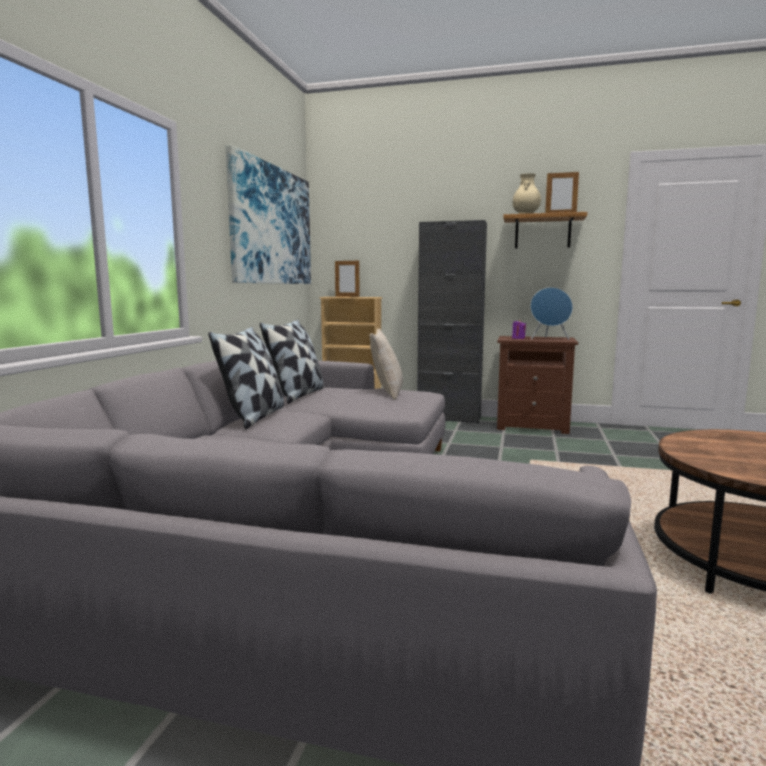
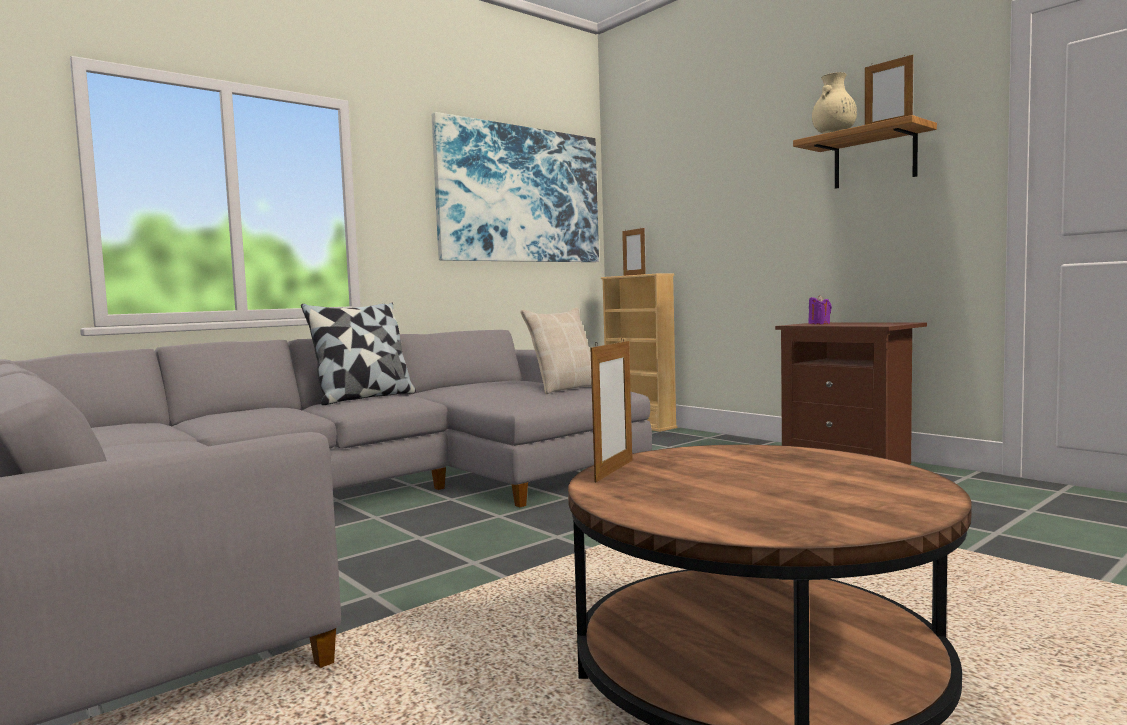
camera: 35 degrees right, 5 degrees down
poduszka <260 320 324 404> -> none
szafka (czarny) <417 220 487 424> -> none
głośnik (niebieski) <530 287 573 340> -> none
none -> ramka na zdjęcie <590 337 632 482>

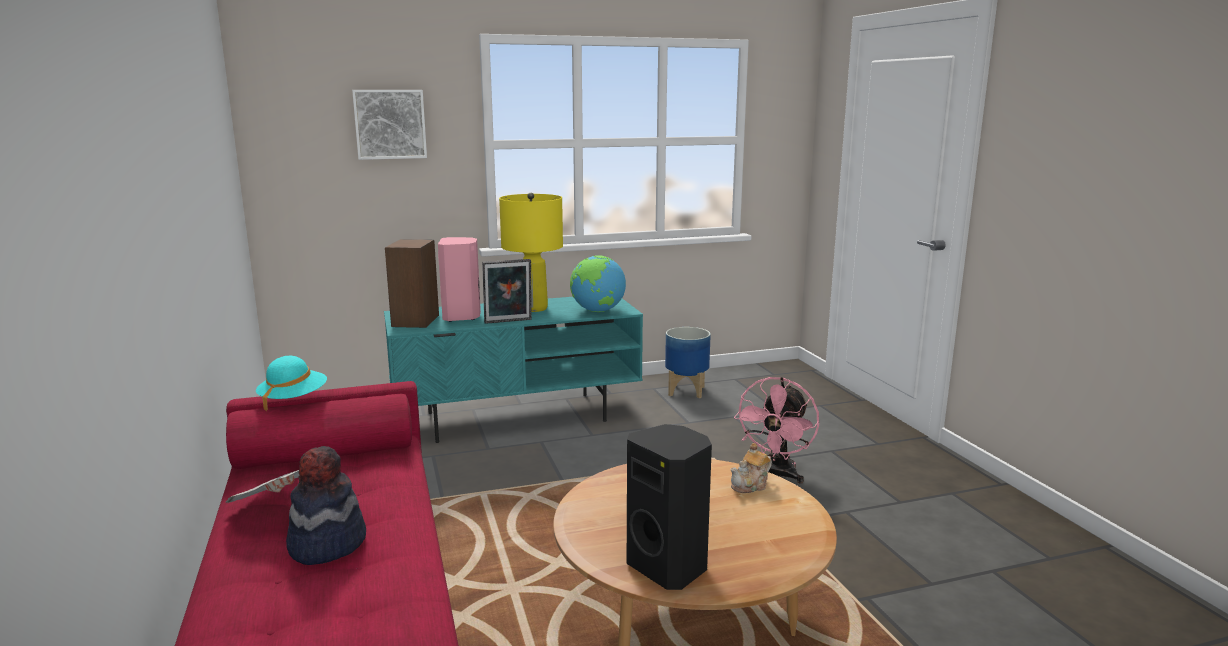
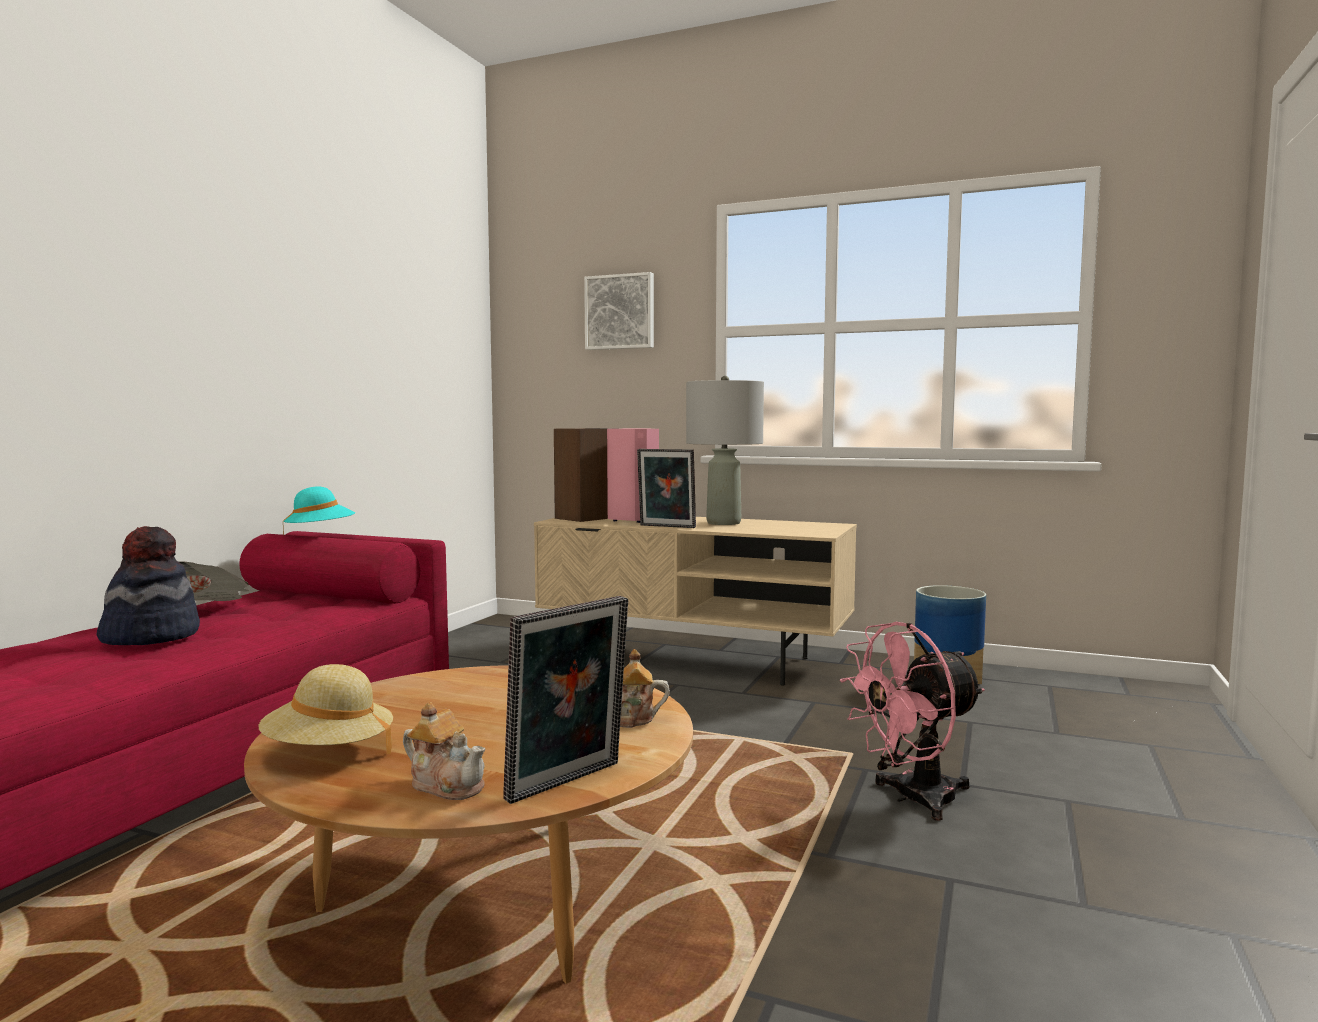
camera: 40 degrees right, 10 degrees down
globus <570 255 626 312> -> none
none -> imbryk <403 702 485 800>
none -> ramka na zdjęcie <503 596 628 804>
głośnik (czarny) <627 424 712 590> -> kapelusz (beżowy) <259 664 393 754>
szafka pod telewizor (turkusowy) <384 297 643 443> -> szafka pod telewizor (beżowy) <534 517 857 686>
lampa stołowa (żółty) <499 193 563 312> -> lampa stołowa (szary) <686 376 764 525>

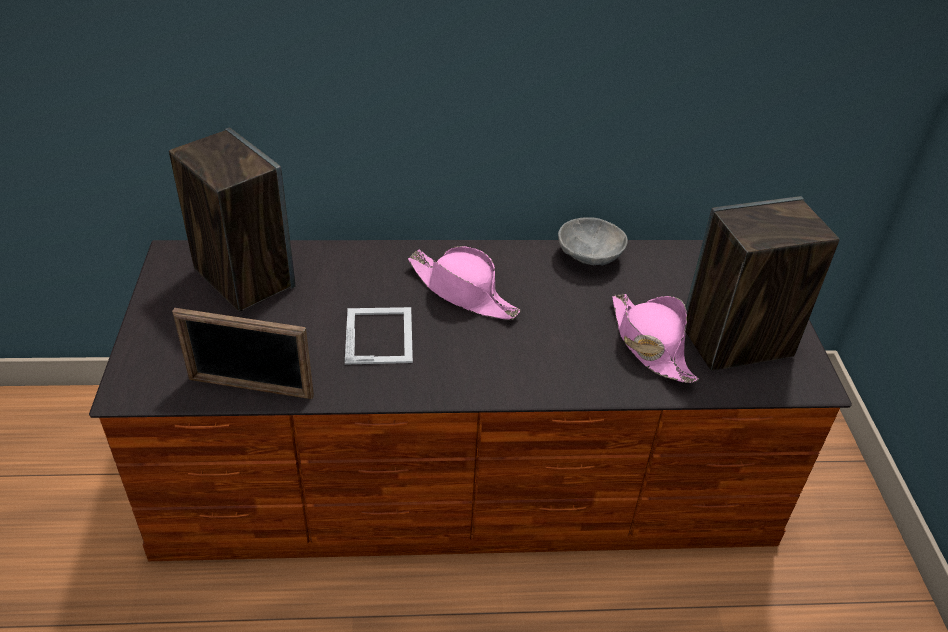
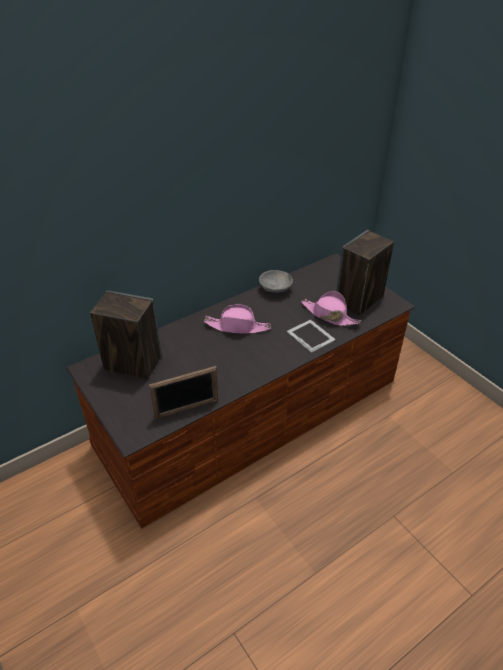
camera: 30 degrees left, 0 degrees up
ramka na zdjęcie <345 307 413 364> -> ramka na zdjęcie <287 319 336 353>, relocated

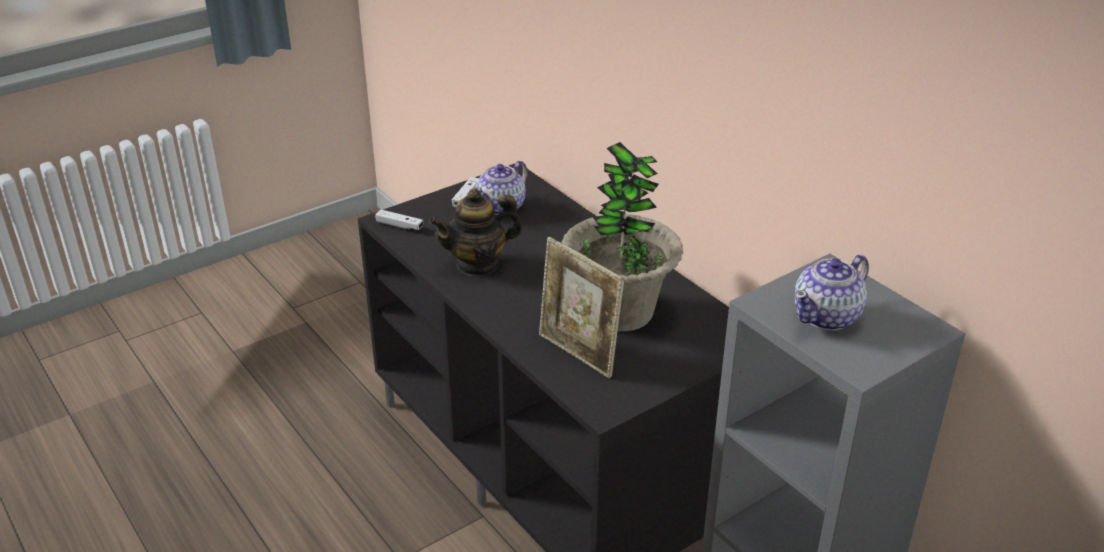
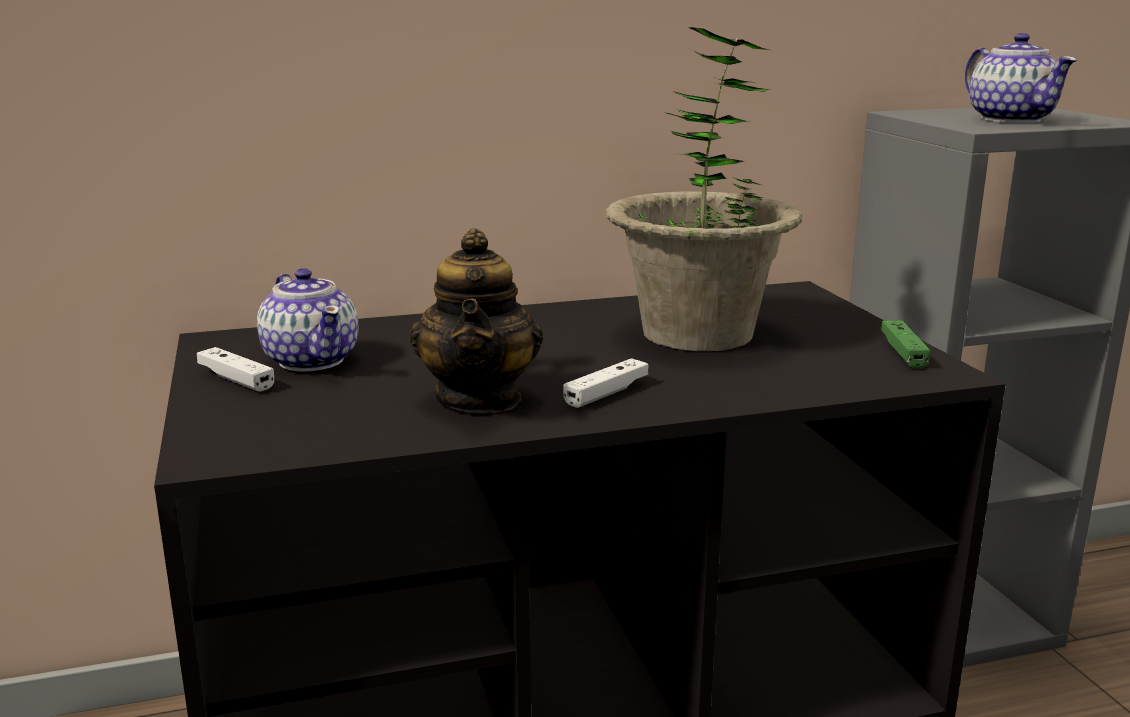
camera: 70 degrees left, 15 degrees down
ramka na zdjęcie <539 237 624 379> -> none
none -> pad do gier (zielony) <881 320 930 368>
pad do gier (biały) <375 210 424 230> -> pad do gier (biały) <563 358 649 408>, relocated

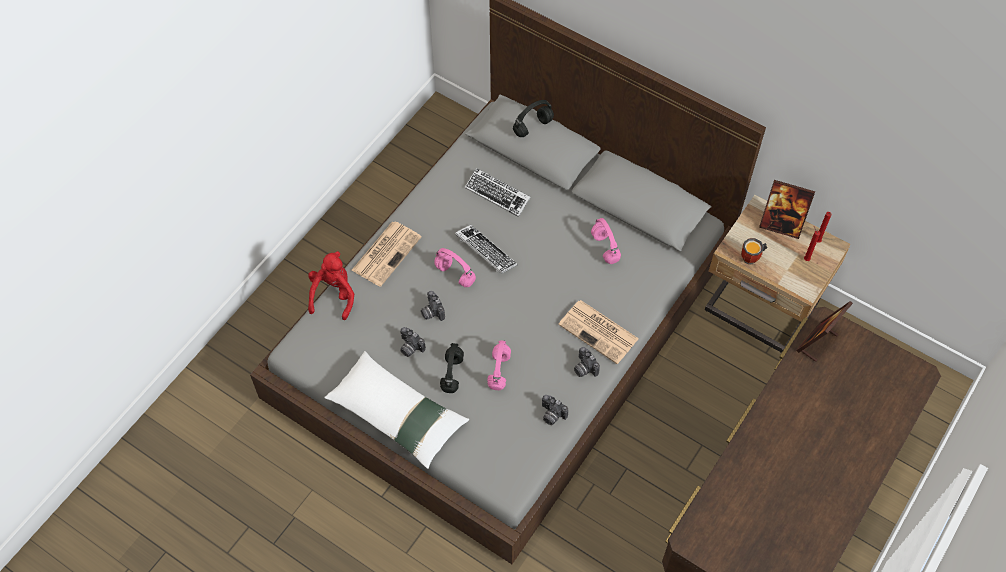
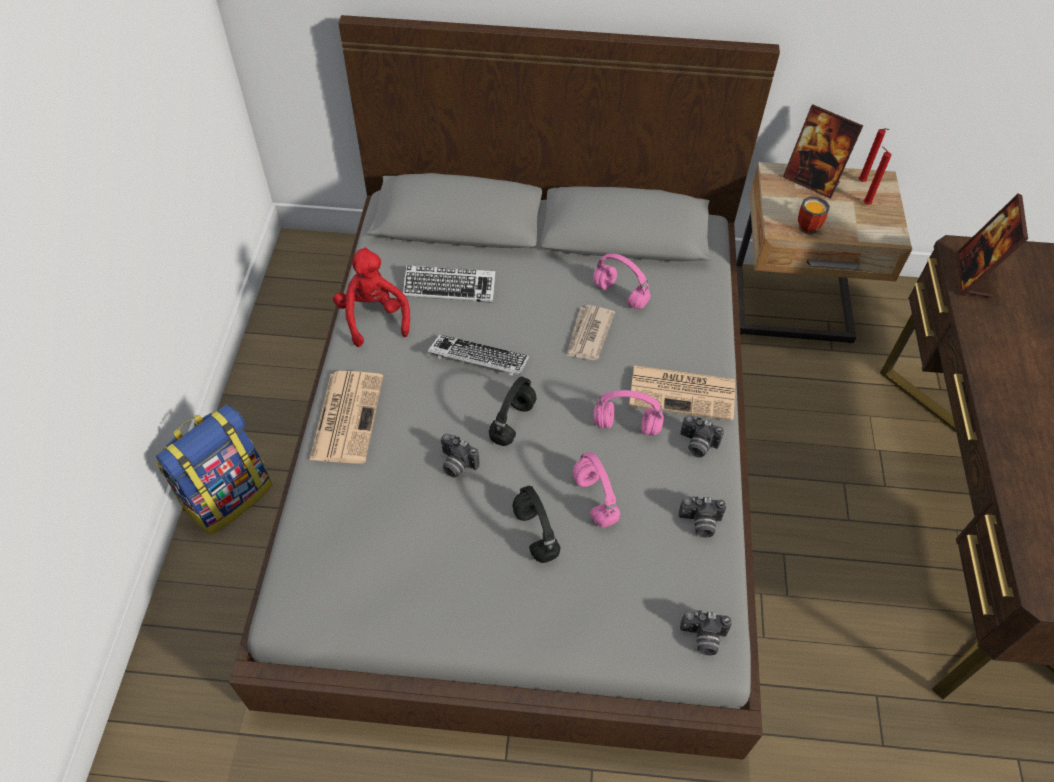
camera: 30 degrees left, 5 degrees down
poduszka (biały) <324 351 469 469> -> none
none -> plecak <156 405 272 535>
none -> gazeta <566 305 615 360>
pluszak (czerwony) <308 251 354 320> -> pluszak (czerwony) <333 247 410 347>, relocated
aparat fotograficzny <400 327 426 357> -> aparat fotograficzny <680 610 732 655>, relocated
słuchawki (różowy) <434 248 476 287> -> słuchawki (różowy) <594 390 664 435>, relocated
słuchawki (czarny) <513 100 554 137> -> słuchawki (czarny) <489 376 537 446>, relocated
ramka na zdjęcie <759 180 815 239> -> ramka na zdjęcie <783 104 863 198>, 45 degrees clockwise

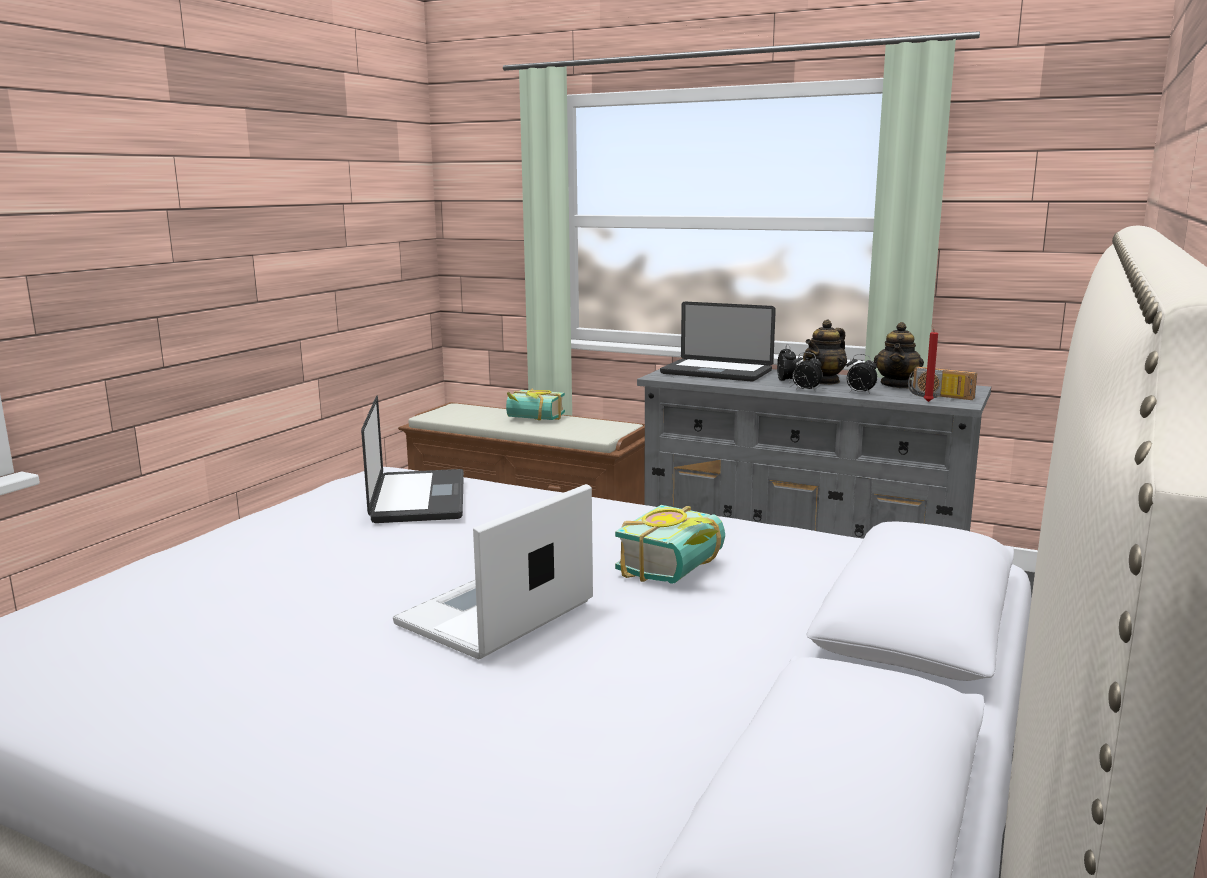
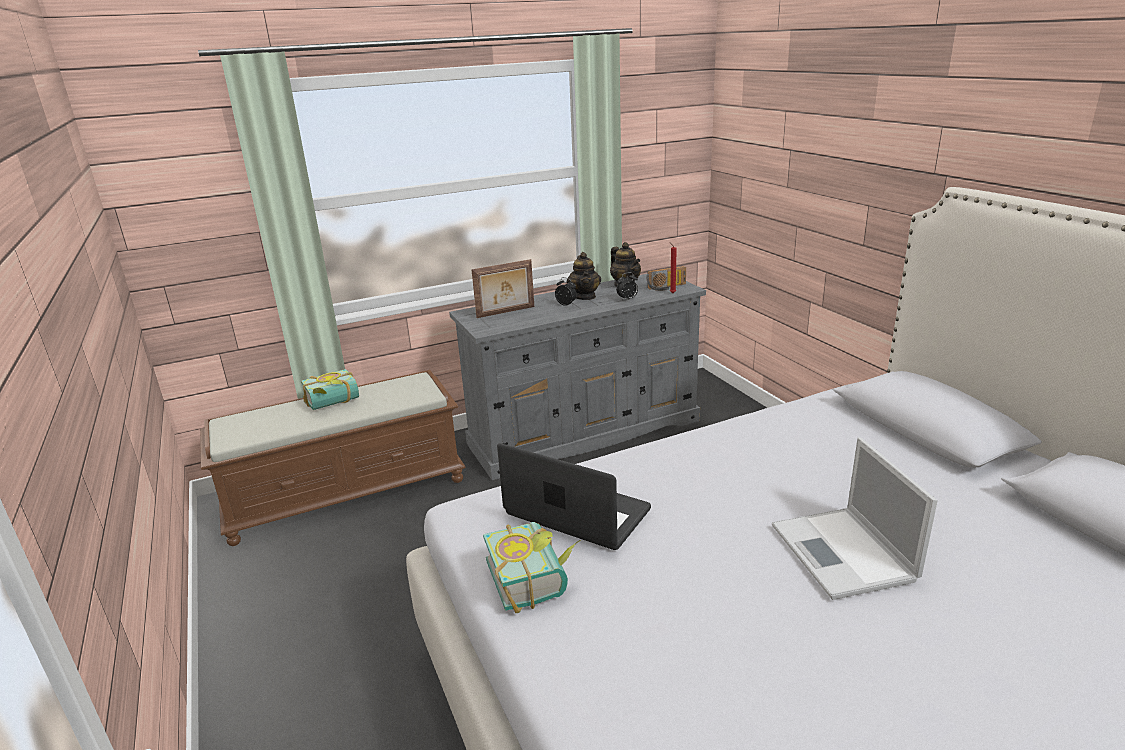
camera: 50 degrees left, 10 degrees up
budzik <792 352 822 392> -> none
książka <615 505 725 584> -> książka <483 522 580 613>, relocated
laptop <660 302 776 381> -> ramka na zdjęcie <471 259 534 318>

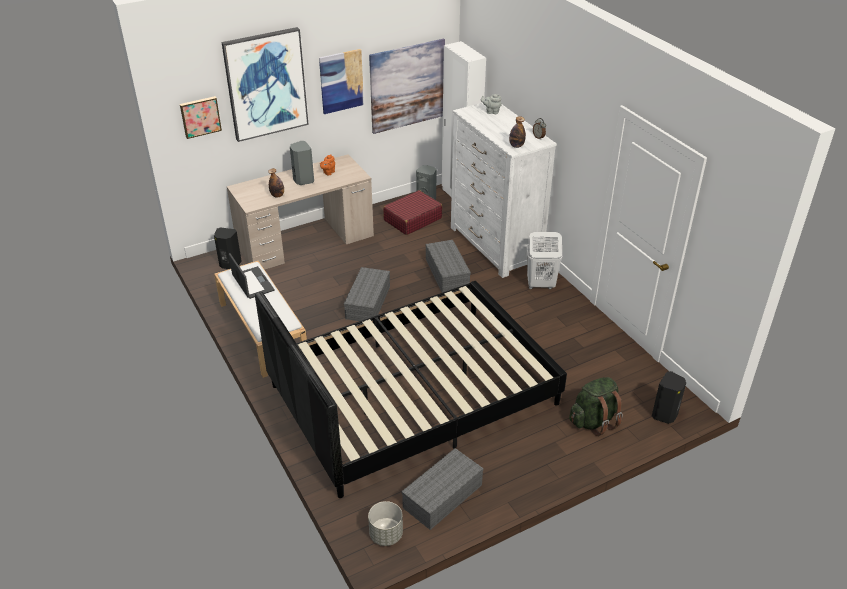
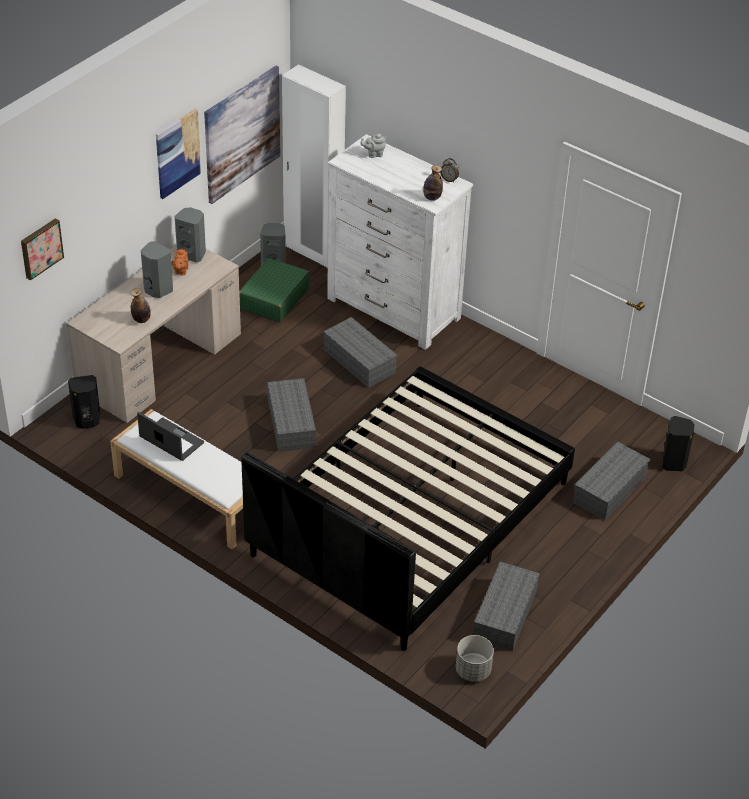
camera: 25 degrees left, 5 degrees up
obraz <222 27 309 142> -> none
kosz na pranie (biały) <526 232 562 289> -> none
none -> głośnik (szary) <175 207 206 262>
plecak (zielony) <569 377 623 436> -> pojemnik do przechowywania (szary) <573 442 650 520>
walizka (czerwony) <383 190 442 235> -> walizka (zielony) <239 258 310 322>

